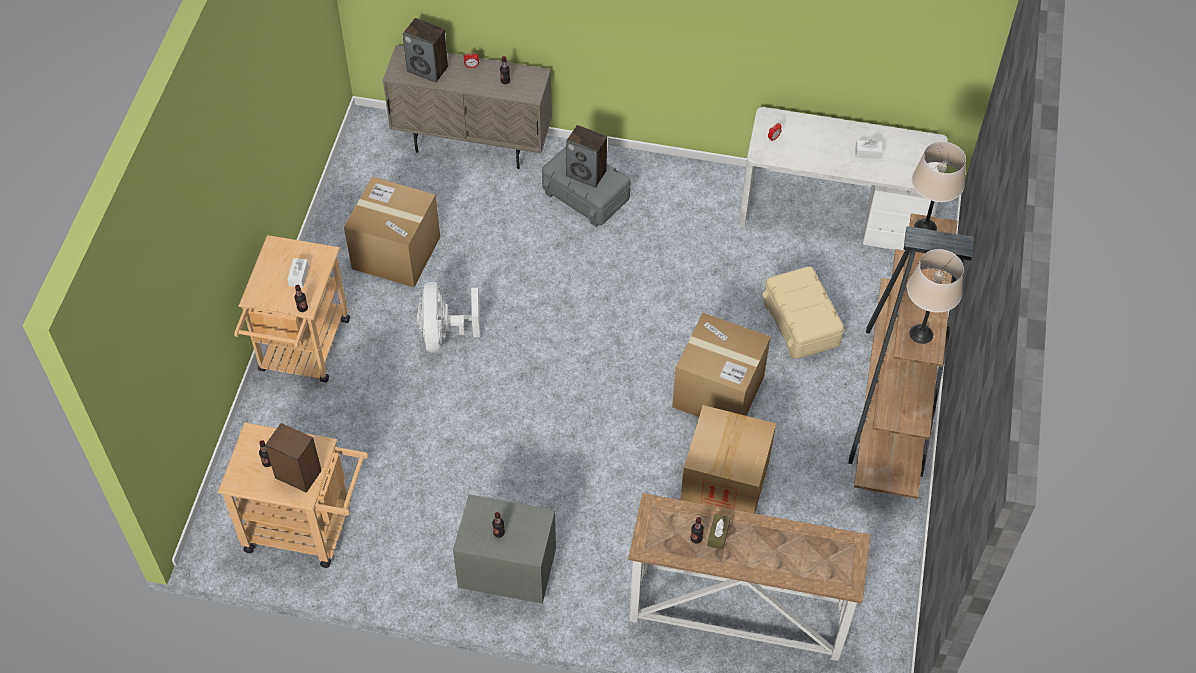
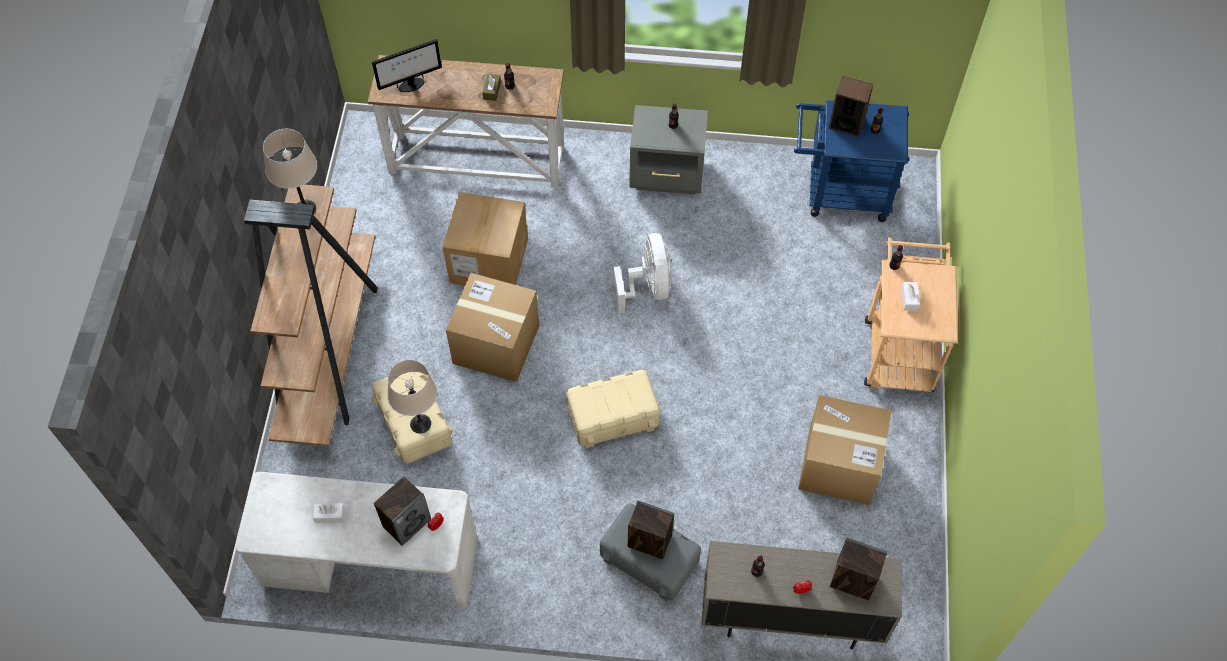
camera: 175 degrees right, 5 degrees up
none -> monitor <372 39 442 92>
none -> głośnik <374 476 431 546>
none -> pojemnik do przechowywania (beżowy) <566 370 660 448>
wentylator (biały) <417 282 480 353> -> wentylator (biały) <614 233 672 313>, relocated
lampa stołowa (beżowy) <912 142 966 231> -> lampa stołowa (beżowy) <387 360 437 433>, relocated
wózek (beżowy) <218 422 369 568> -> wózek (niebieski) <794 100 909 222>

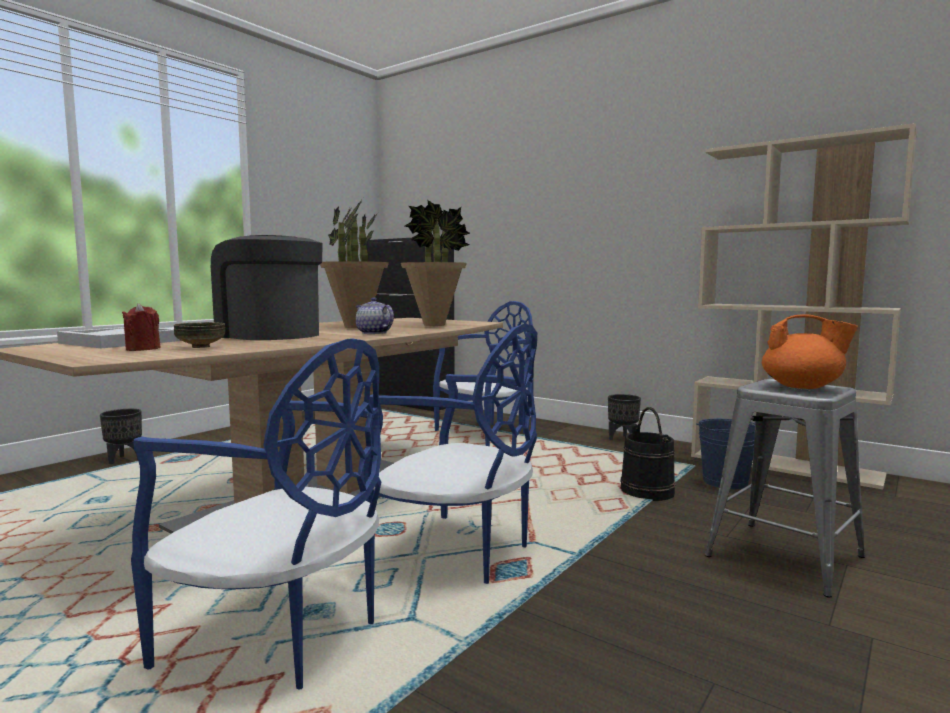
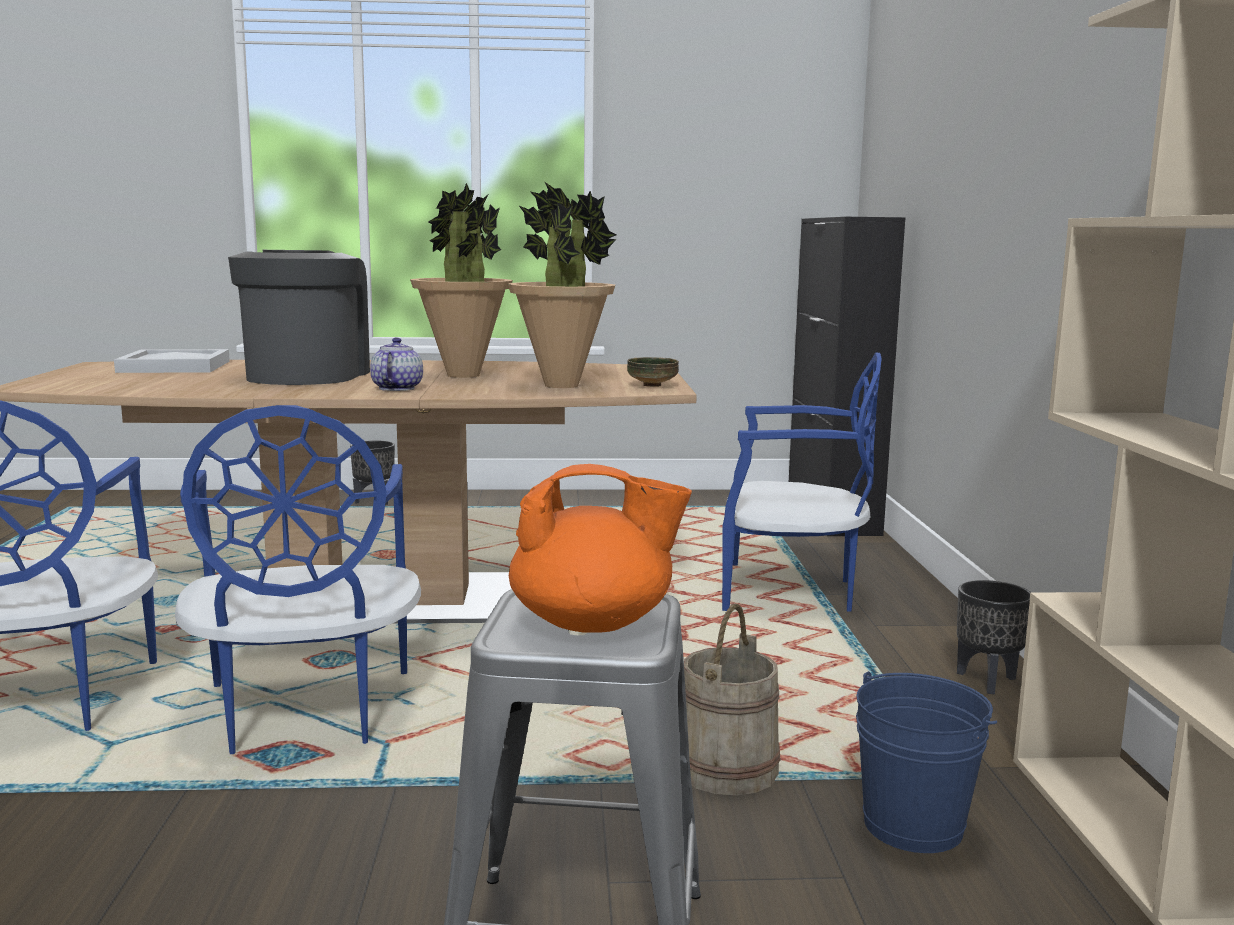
camera: 50 degrees right, 5 degrees up
świeca (czerwony) <122 303 161 351> -> none
miska <174 322 225 348> -> miska <627 357 679 387>, relocated
wiadro (czarny) <620 407 676 501> -> wiadro (beżowy) <684 604 780 796>
imbryk (pomarańczowy) <762 314 858 389> -> imbryk (pomarańczowy) <509 464 692 633>, 75 degrees counterclockwise

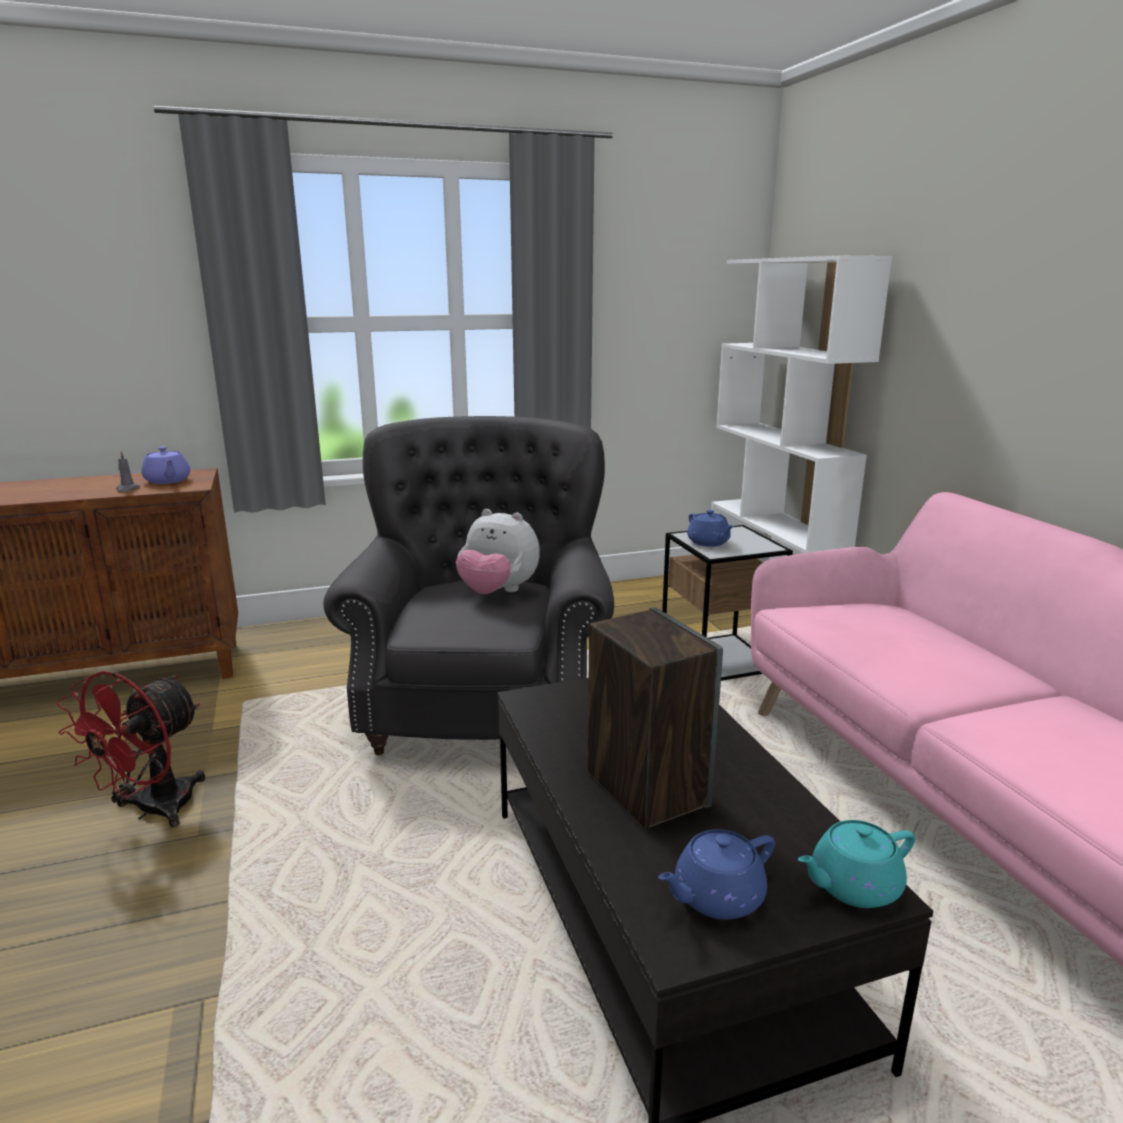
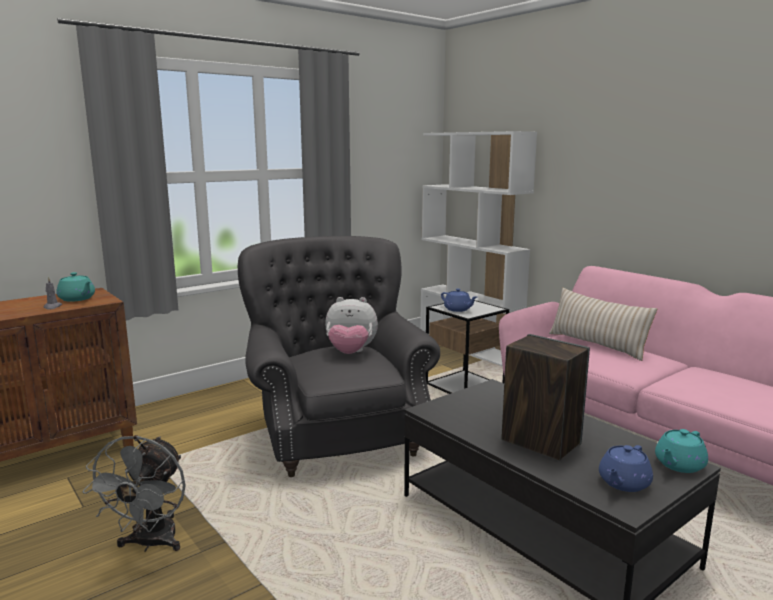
camera: 20 degrees left, 5 degrees down
none -> poduszka (beżowy) <549 288 657 361>
wentylator (czerwony) <57 671 205 827> -> wentylator (szary) <82 435 186 552>
imbryk (fioletowy) <141 447 190 484> -> imbryk (turkusowy) <56 272 95 302>

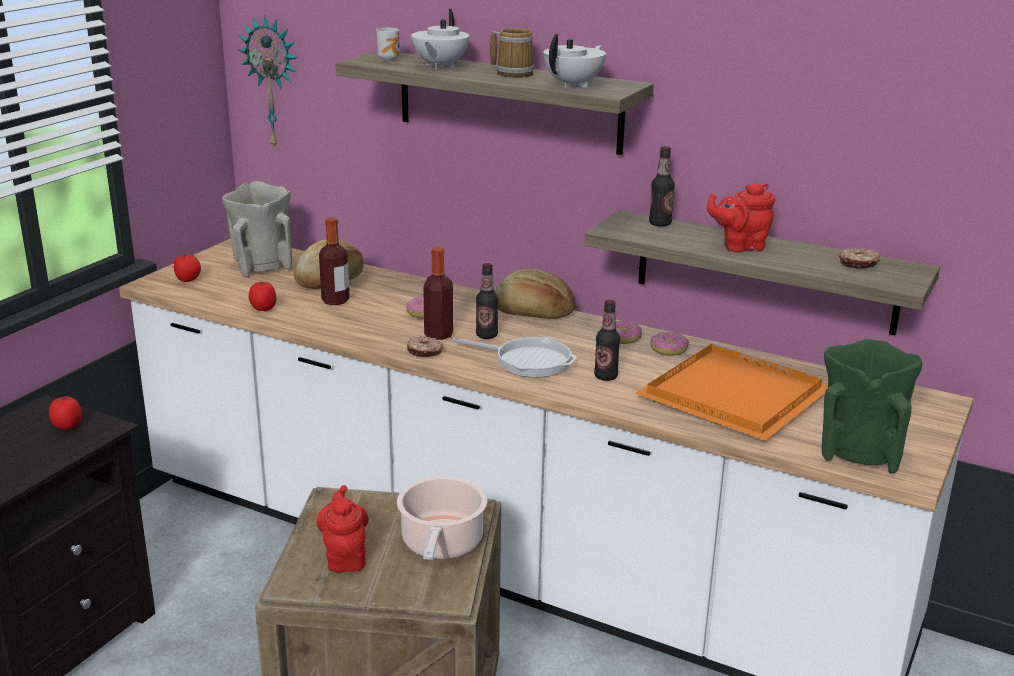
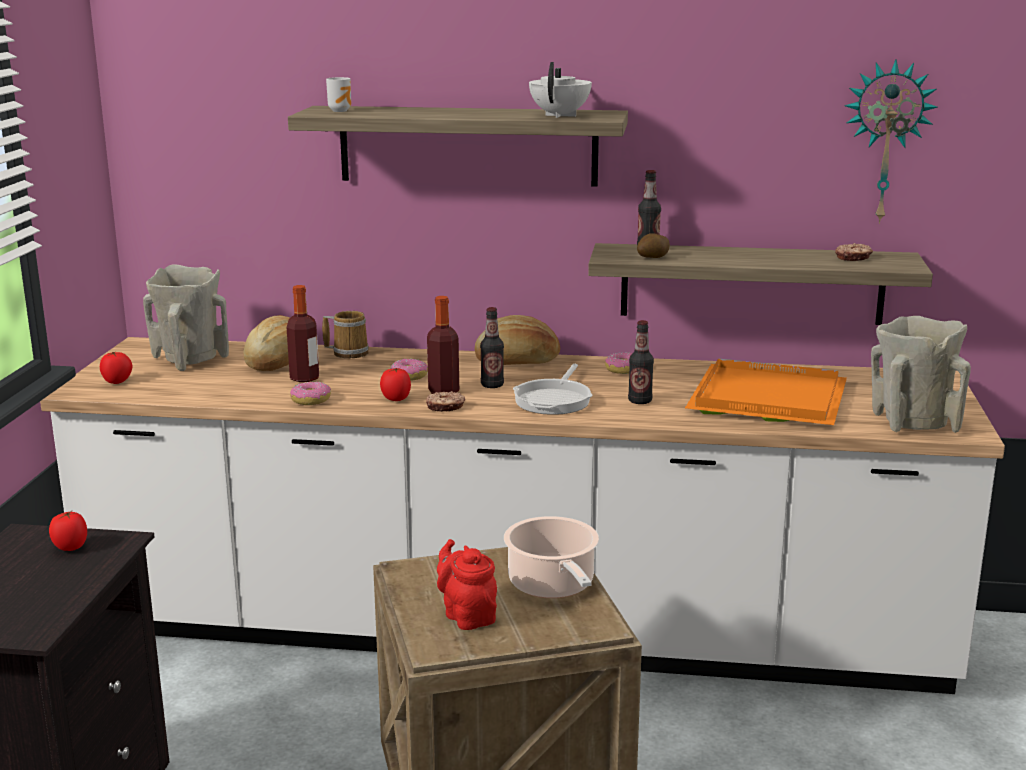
camera: 20 degrees left, 5 degrees down
imbryk (biały) <411 9 470 69> -> none
imbryk (czerwony) <707 183 775 252> -> none
none -> ziemniak <637 233 670 258>
zegar ścienny <238 16 297 150> -> zegar ścienny <844 60 937 224>, relocated
pomidor <249 282 277 311> -> pomidor <380 368 411 401>, relocated
kubek <490 28 534 78> -> kubek <322 311 369 359>, relocated
donut <650 332 689 356> -> donut <290 382 331 405>, relocated
wazon (zielony) <822 339 922 474> -> wazon (beżowy) <871 316 971 433>
patelnia <452 337 577 378> -> patelnia <513 364 592 415>, 105 degrees clockwise

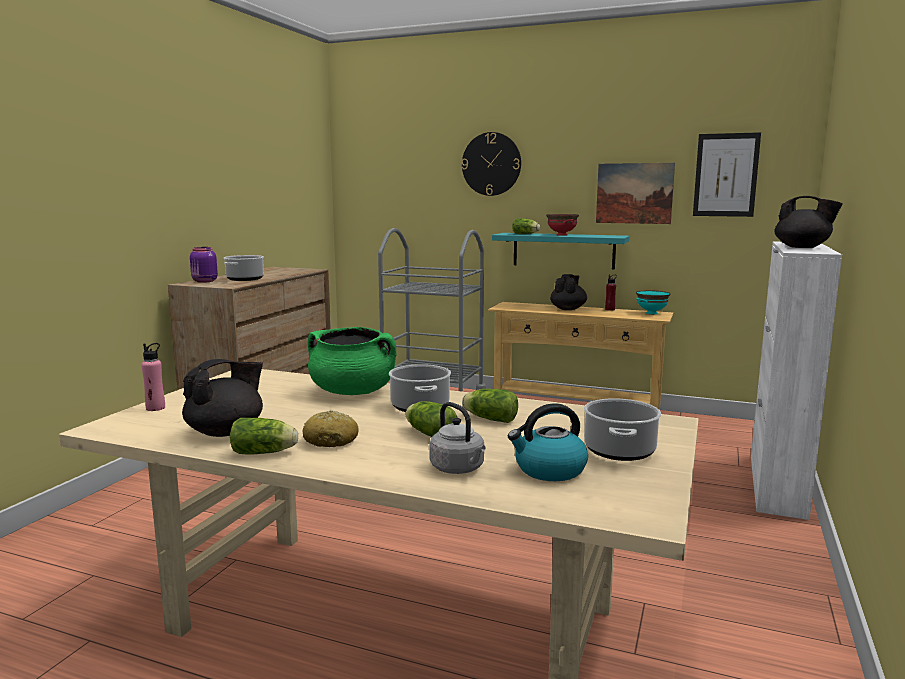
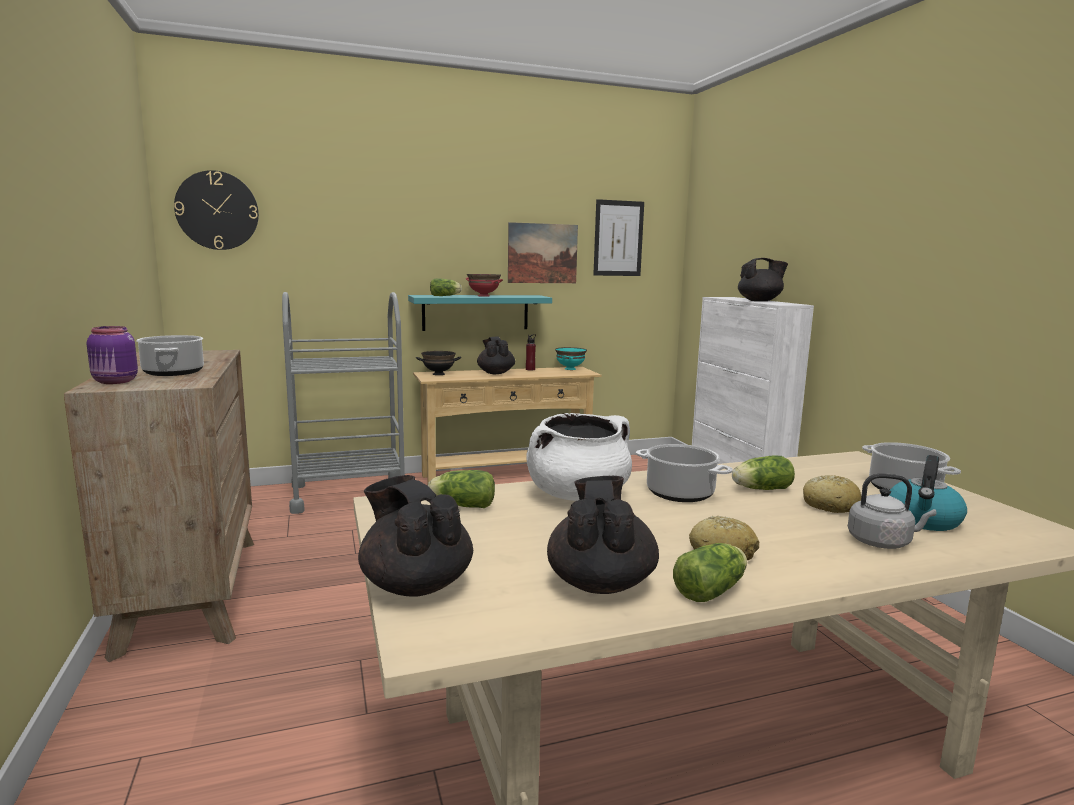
camera: 40 degrees left, 0 degrees up
none -> miska (czarny) <416 351 461 375>
none -> chleb <803 475 861 513>
sałata <405 401 458 437> -> sałata <428 470 495 508>, relocated
zegar ścienny <462 132 521 196> -> zegar ścienny <174 170 259 250>, relocated
butelka (różowy) <141 343 165 411> -> imbryk (czarny) <358 475 473 597>
garnek (zielony) <308 327 396 395> -> garnek (biały) <526 413 632 501>

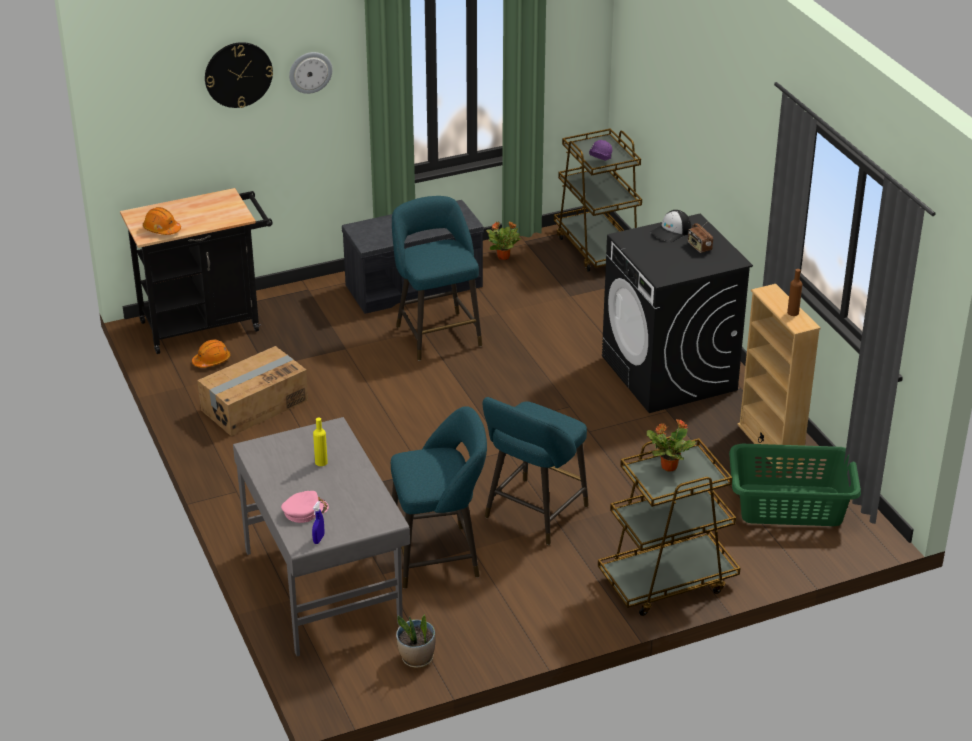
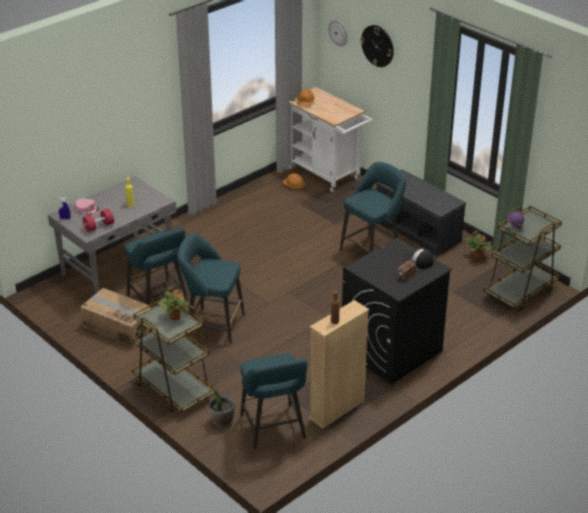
camera: 70 degrees right, 0 degrees up
none -> hantel (czerwony) <83 209 114 232>
karton <197 346 308 436> -> karton <80 288 153 347>, relocated
zegar ścienny <289 52 332 94> -> zegar ścienny <328 20 348 47>, relocated
roślina doniczkowa <396 615 435 668> -> roślina doniczkowa <209 384 234 427>, relocated
kosz na pranie (zielony) <729 444 861 526> -> stołek (turkusowy) <240 353 307 449>
wózek (czarny) <120 188 273 354> -> wózek (biały) <289 87 372 192>

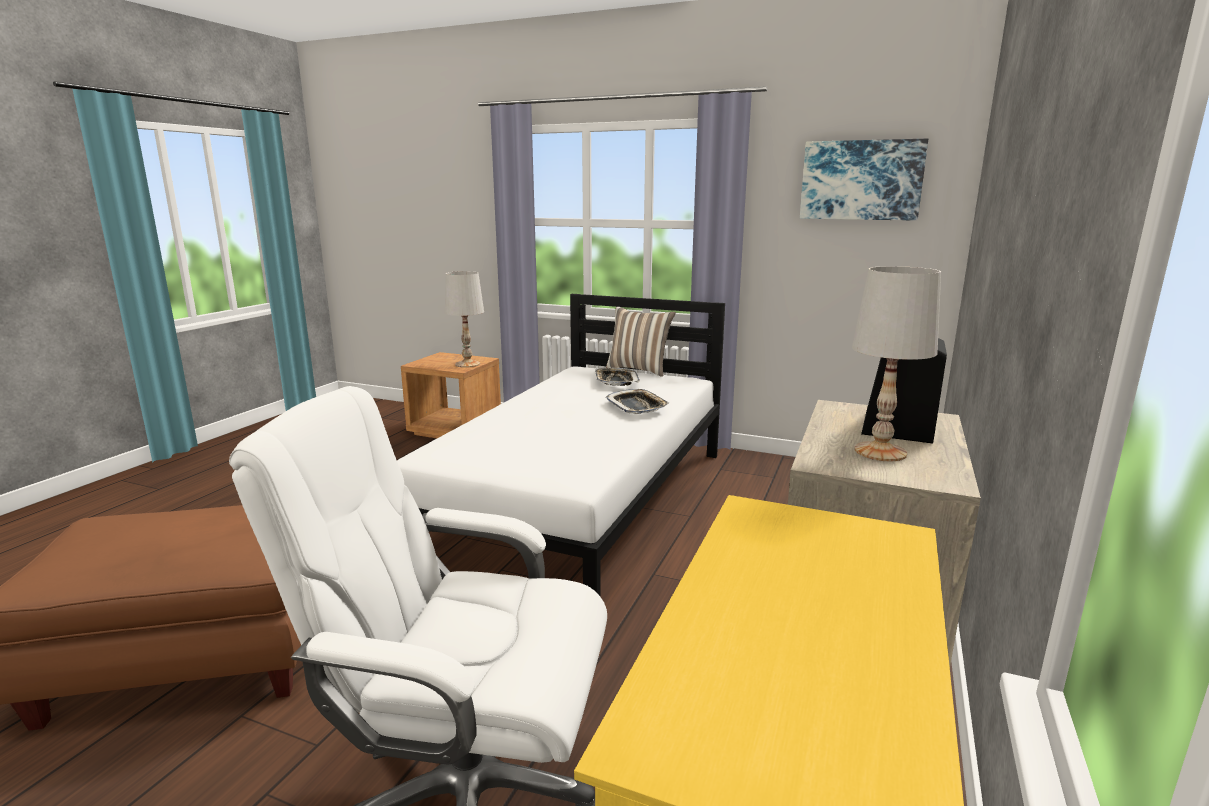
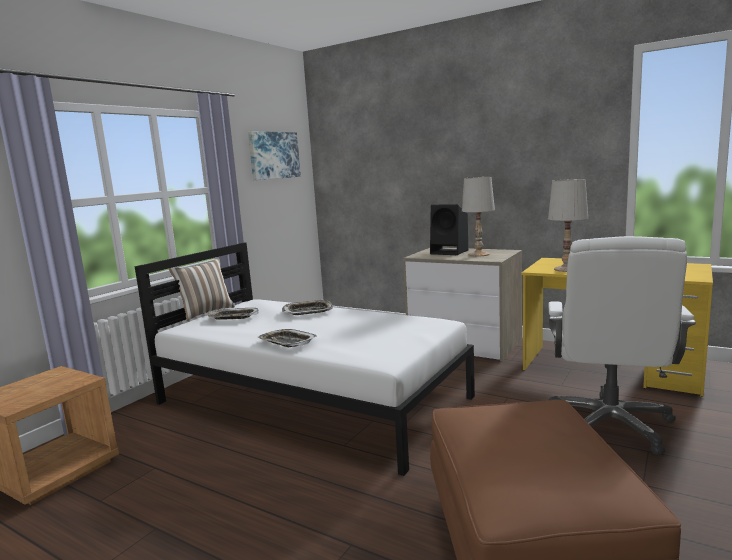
camera: 80 degrees left, 5 degrees down
none -> taca <257 329 318 347>
lampa stołowa (biały) <445 271 484 368> -> lampa stołowa (biały) <548 179 588 272>, relocated

